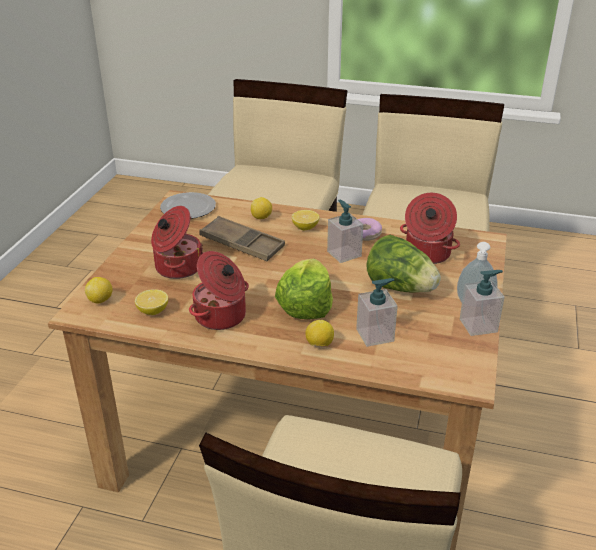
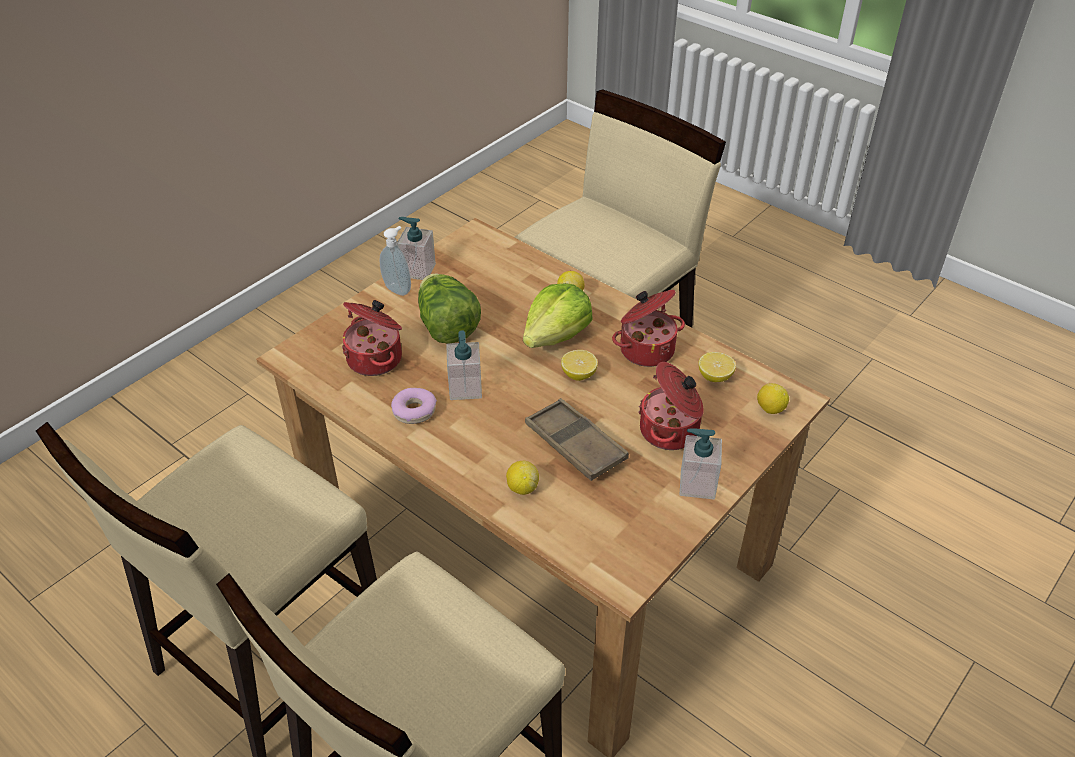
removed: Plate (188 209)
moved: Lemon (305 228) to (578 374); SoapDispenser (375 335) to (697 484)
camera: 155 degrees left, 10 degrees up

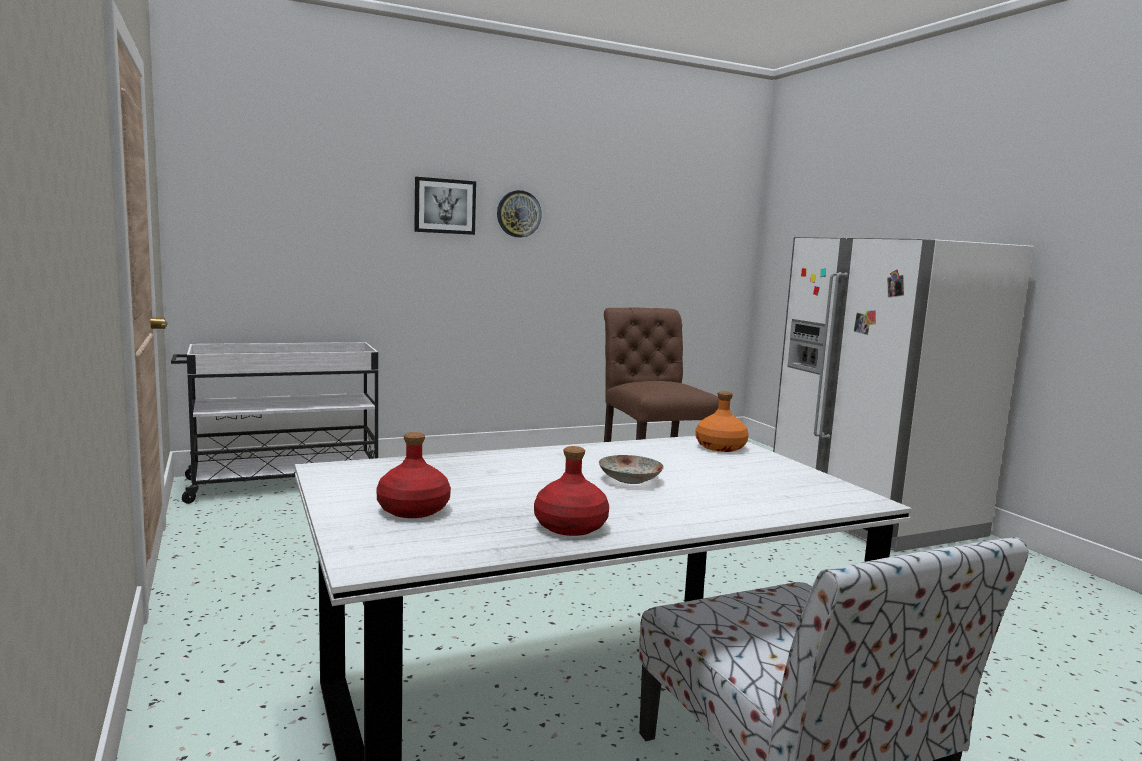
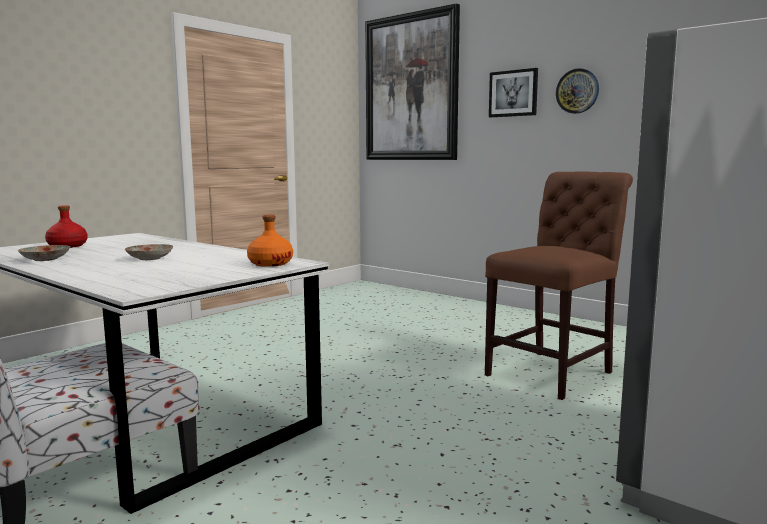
removed: WhiteCart (284 483)
added: Picture (411 88)
replaced: RedBottle (571 526) to Plate (45 259)
camera: 65 degrees right, 0 degrees up

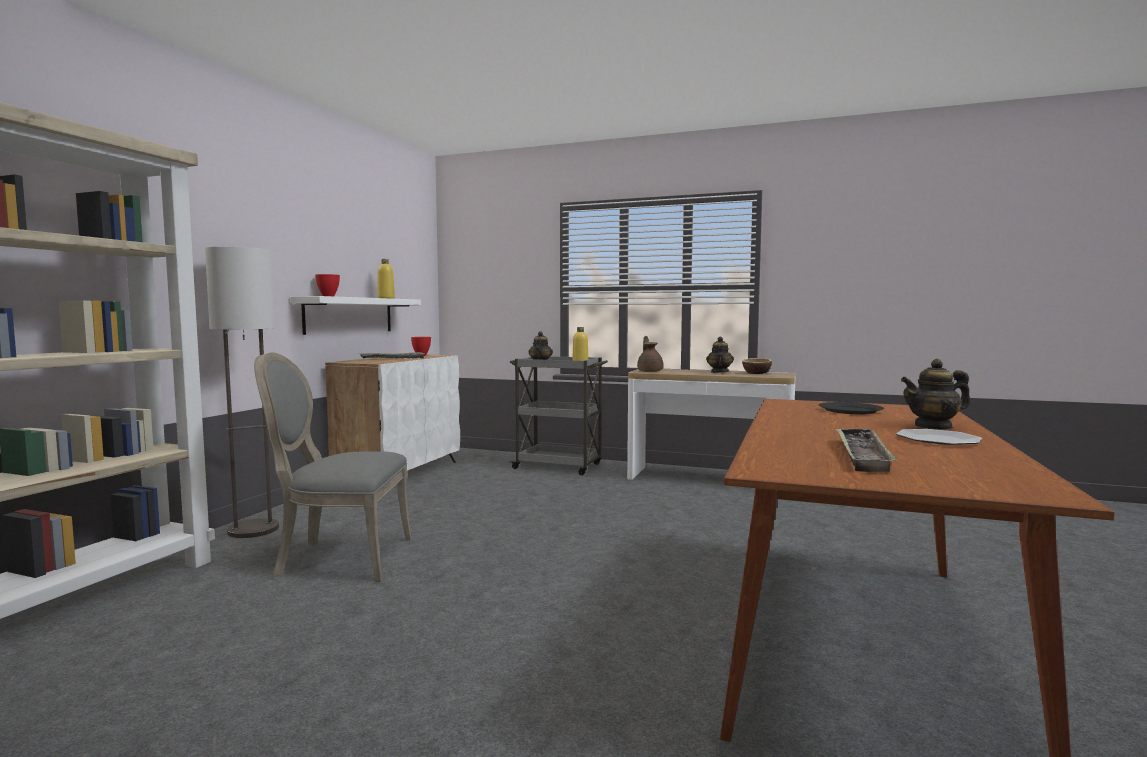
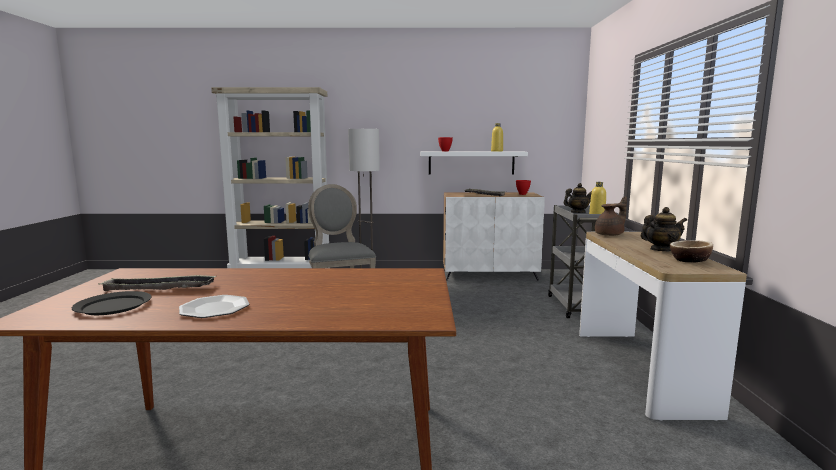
removed: Teapot (933 427)
moved: BlackPlate (849 410) to (114 306)
camera: 70 degrees right, 5 degrees up

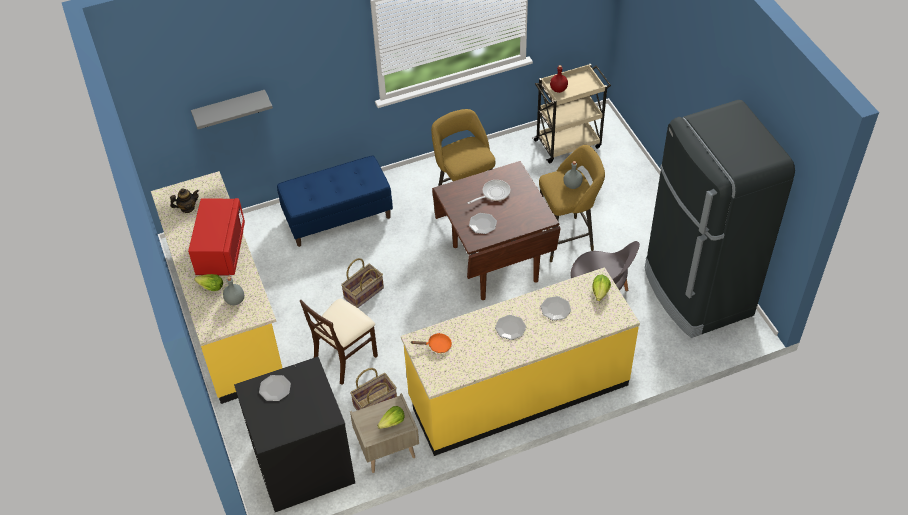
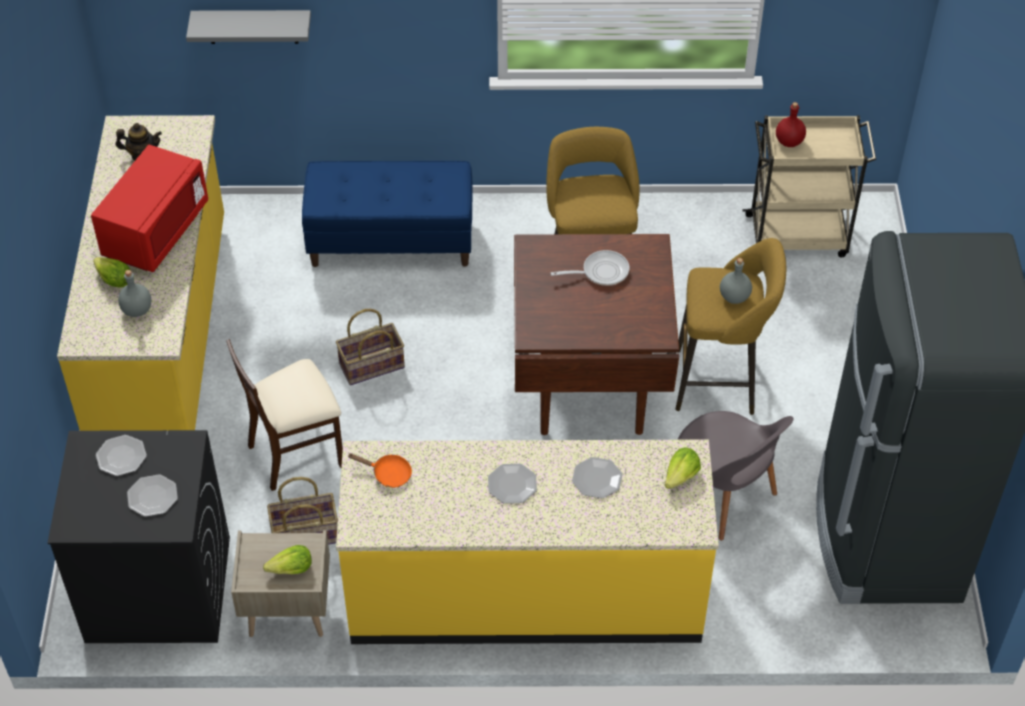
moved: Plate (482 224) to (152 496)
camera: 20 degrees right, 0 degrees up

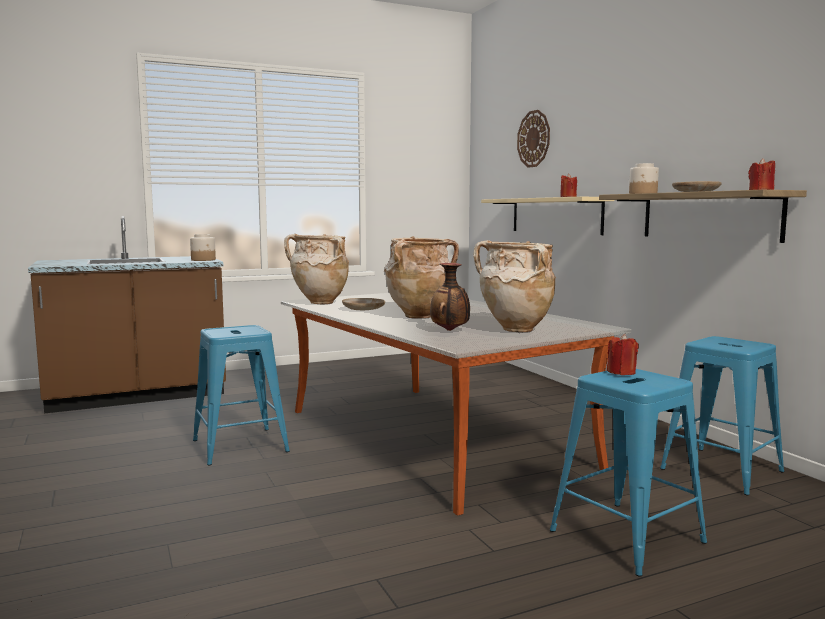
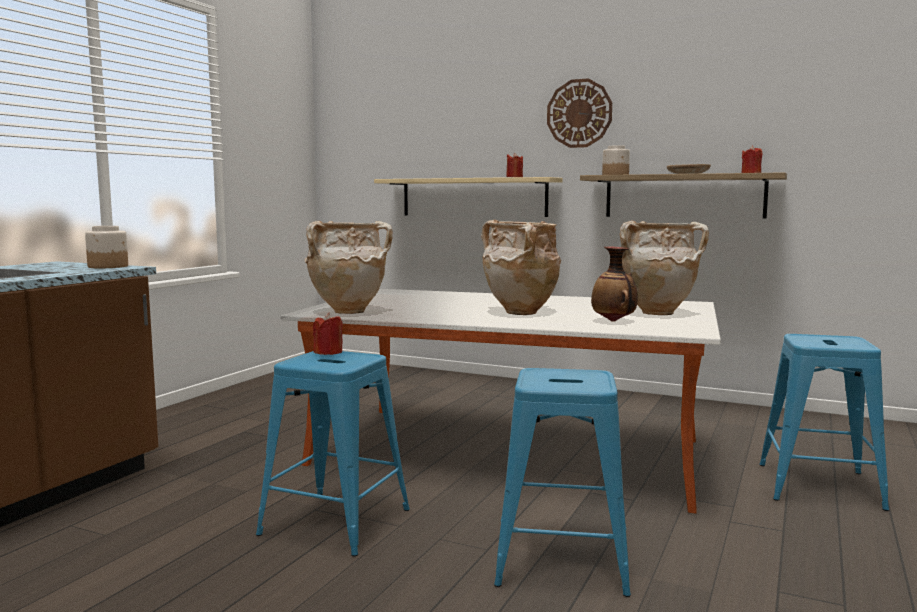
removed: BeigePlate (363 309)
moved: WallClock (534 139) to (579 113); RedCandle (621 372) to (328 352); BlueStool (722 470) to (562 559)
camera: 40 degrees left, 0 degrees up

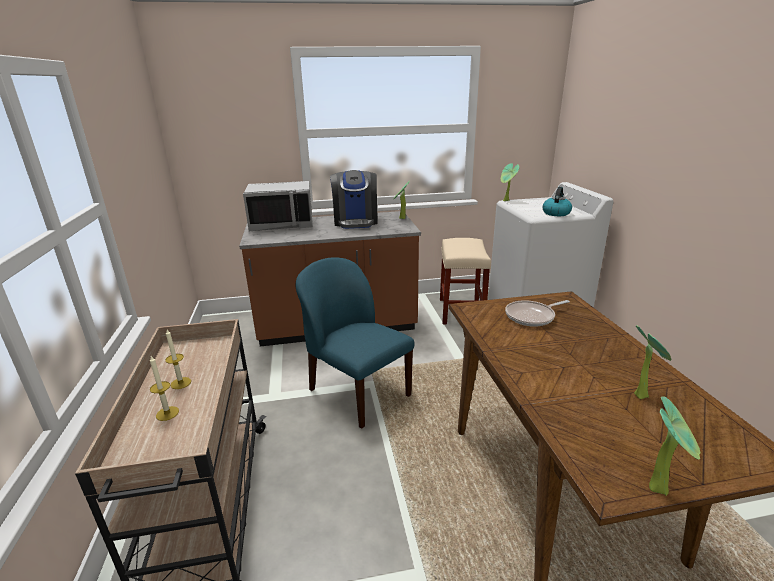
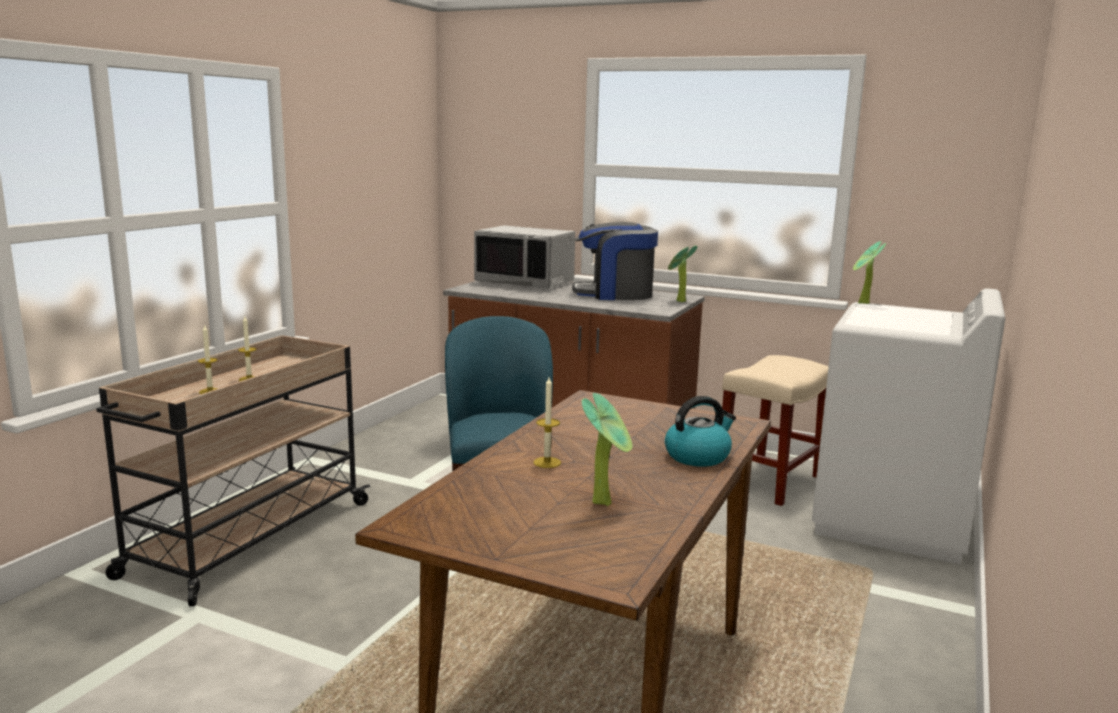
removed: FryingPan (532 316); PottedPlant (660 488)
added: Candle (547 462)
moved: Kettle (556 213) to (698 456)
turned: CoffeeMachine (355 221) = (614 294) 60 degrees clockwise
camera: 35 degrees right, 10 degrees down

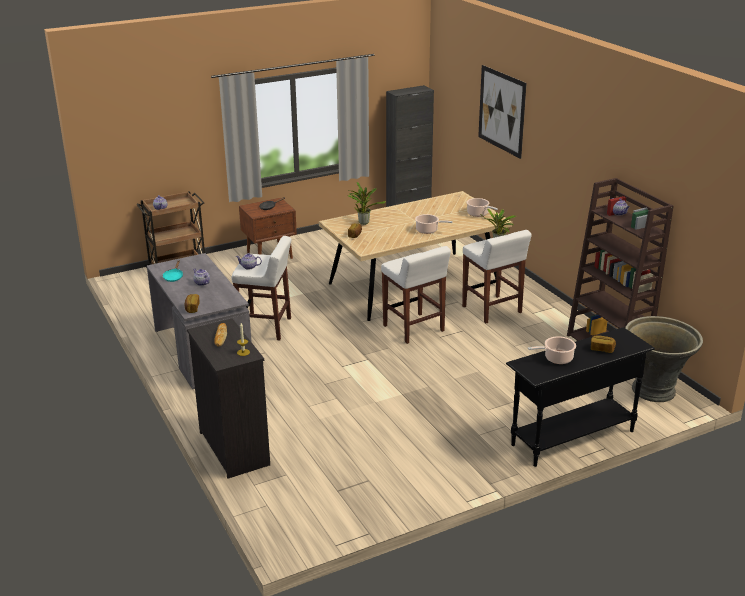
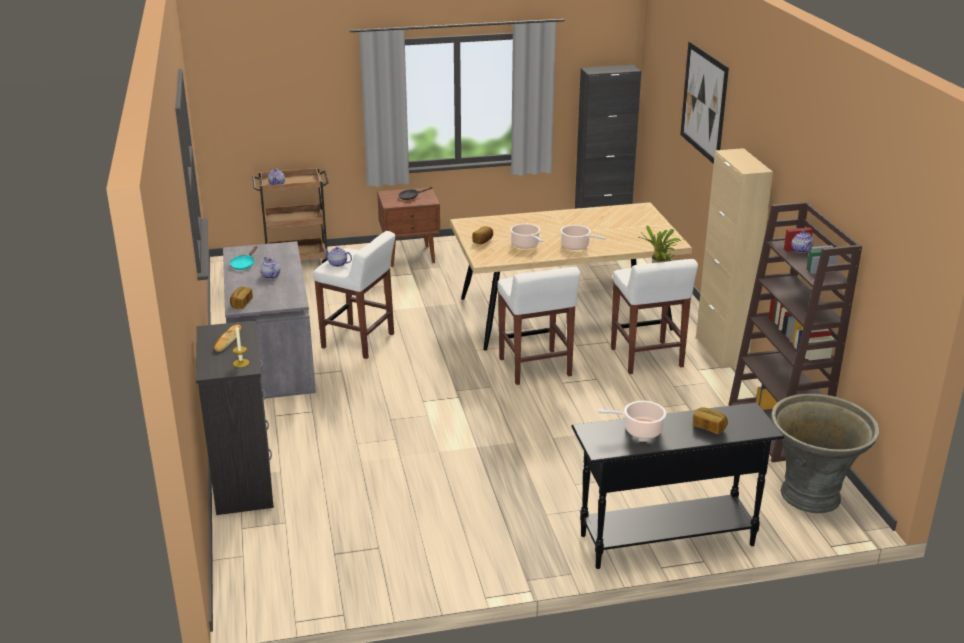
removed: PottedPlant (363 222)
added: BeigeCabinet (721 351)
moved: CookingPot (478 214) to (526 245)
camera: 15 degrees right, 0 degrees up

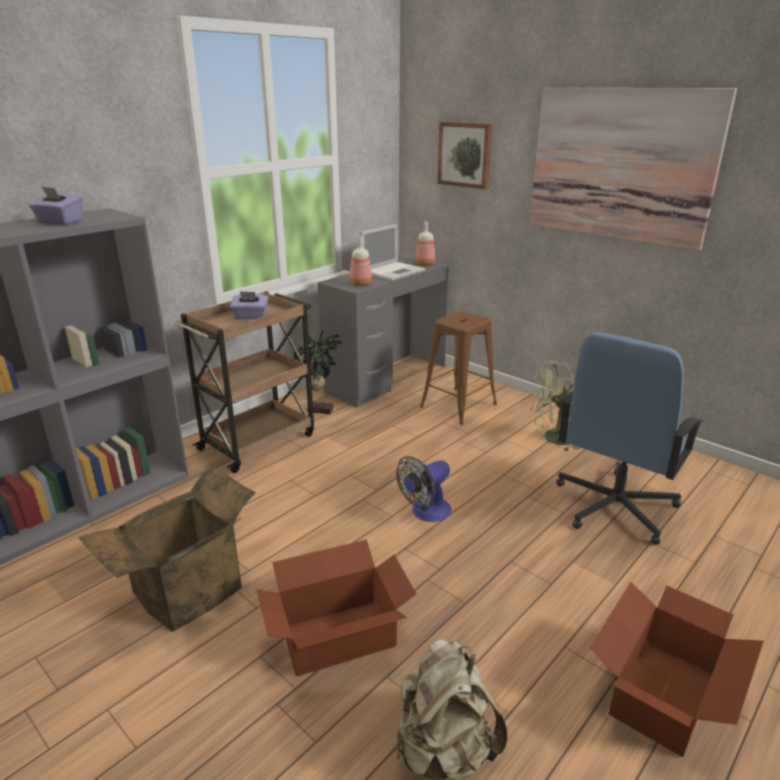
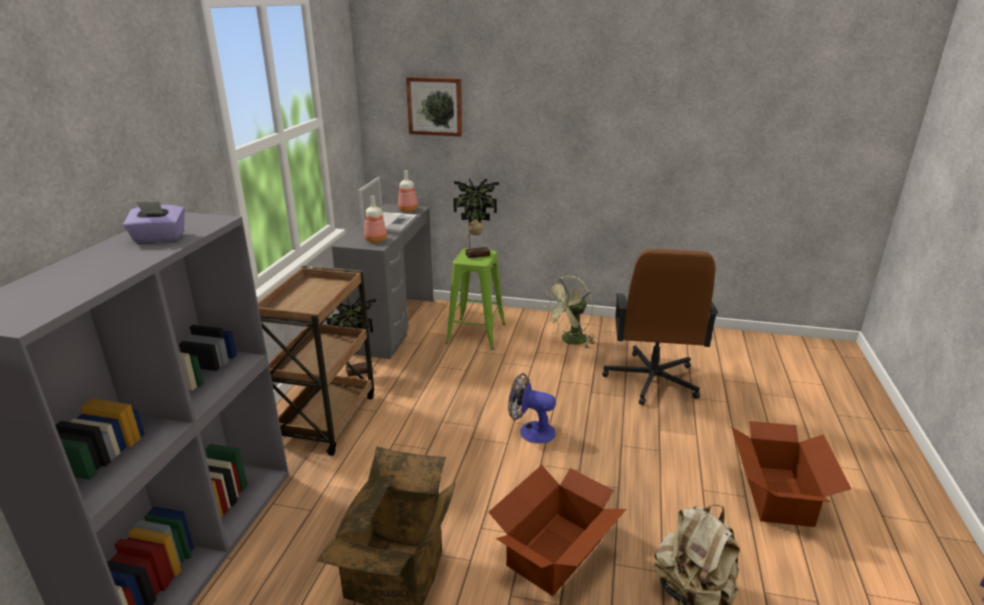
removed: PurpleTissueBox (250 316); Picture (620 165)
added: PottedPlant (476 254)
recoloured: BrownStool (459 405) to GreenStool (476 333); BlueOfficeChair (613 506) to BrownOfficeChair (651 380)
turned: Fan (425 512) = (530 431) 90 degrees clockwise
camera: 30 degrees left, 0 degrees up

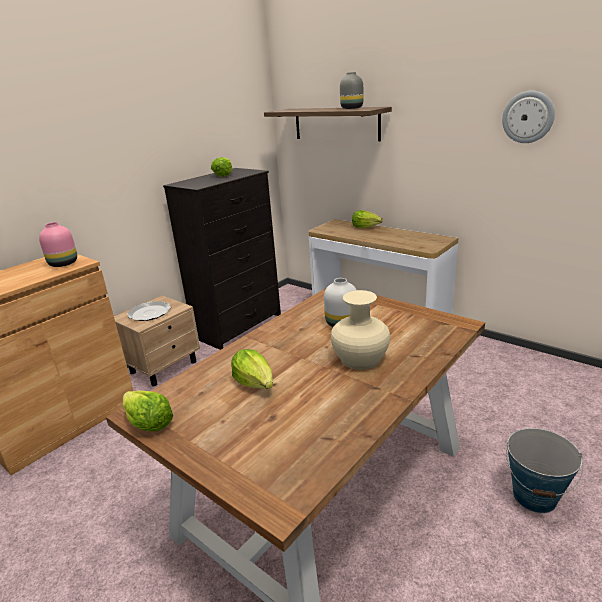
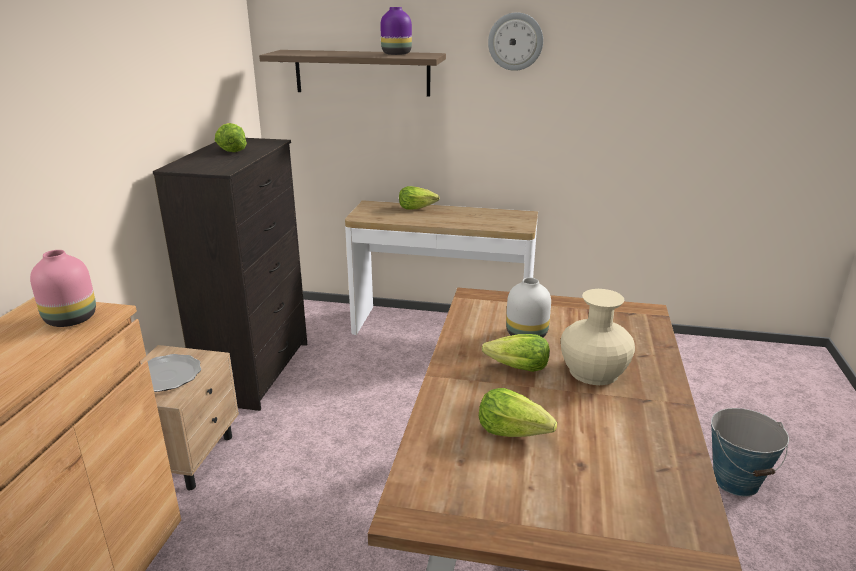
moved: Lettuce (148 423) to (517 368); WallClock (528 117) to (515 41)
recoloured: GreyVase (351 108) to PurpleVase (396 54)
camera: 30 degrees left, 0 degrees up

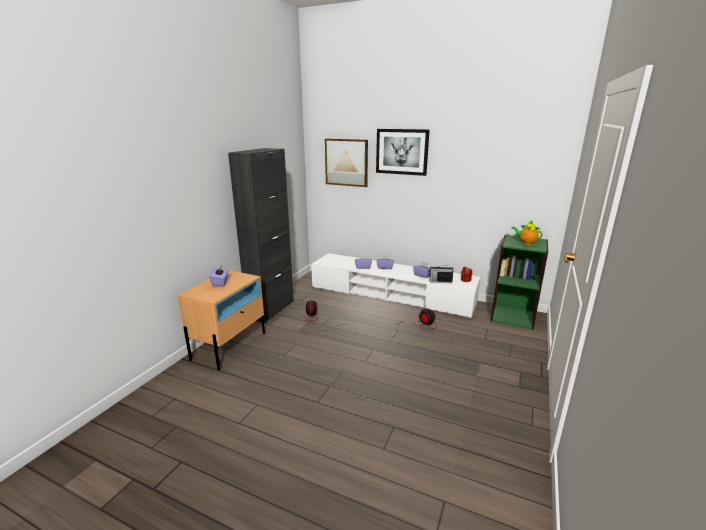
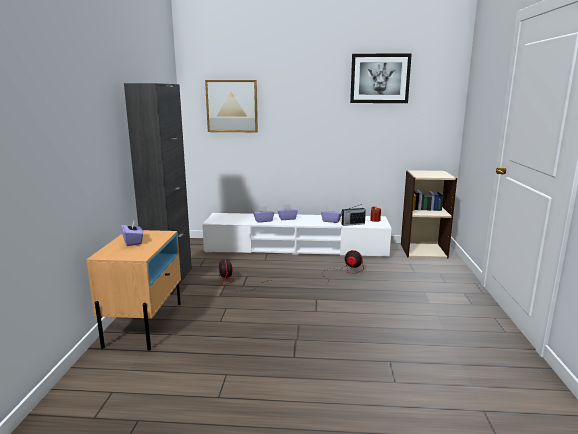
removed: Teapot (526 243)
moved: Picture (402 151) to (380 78)
recoloured: GreenBookcase (512 316) to BeigeBookcase (423 250)
camera: 20 degrees left, 5 degrees down

